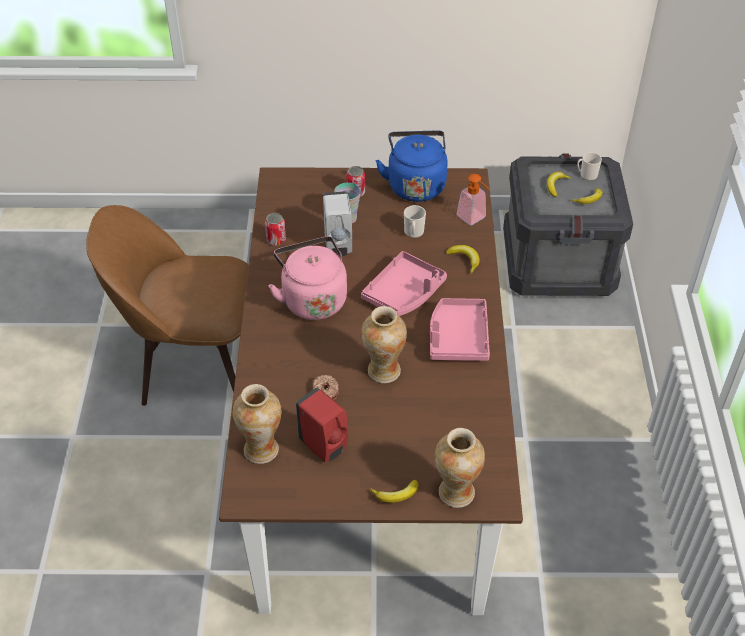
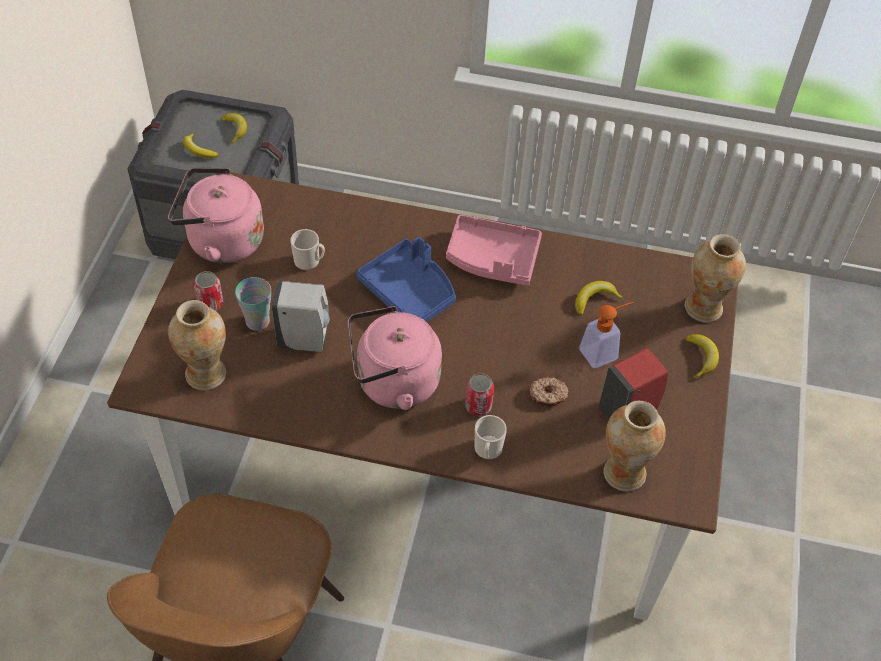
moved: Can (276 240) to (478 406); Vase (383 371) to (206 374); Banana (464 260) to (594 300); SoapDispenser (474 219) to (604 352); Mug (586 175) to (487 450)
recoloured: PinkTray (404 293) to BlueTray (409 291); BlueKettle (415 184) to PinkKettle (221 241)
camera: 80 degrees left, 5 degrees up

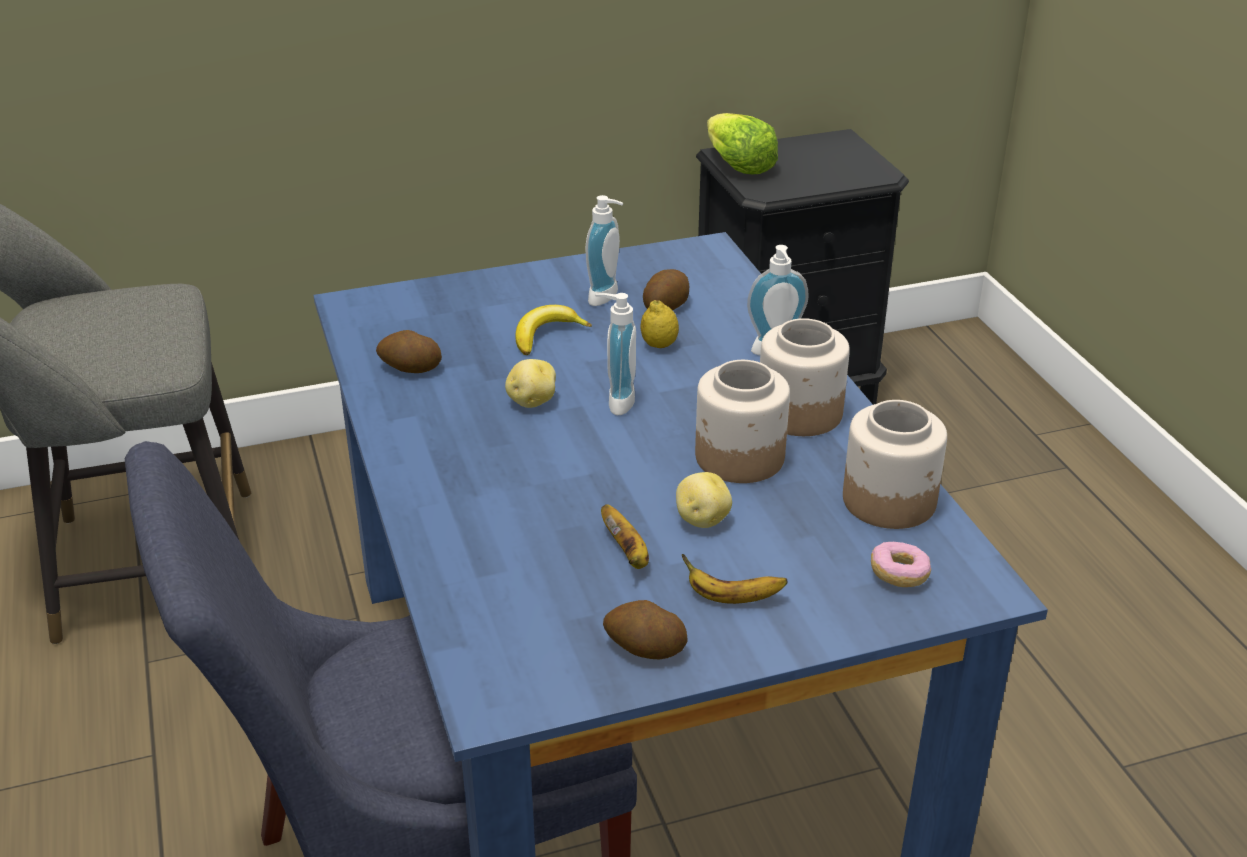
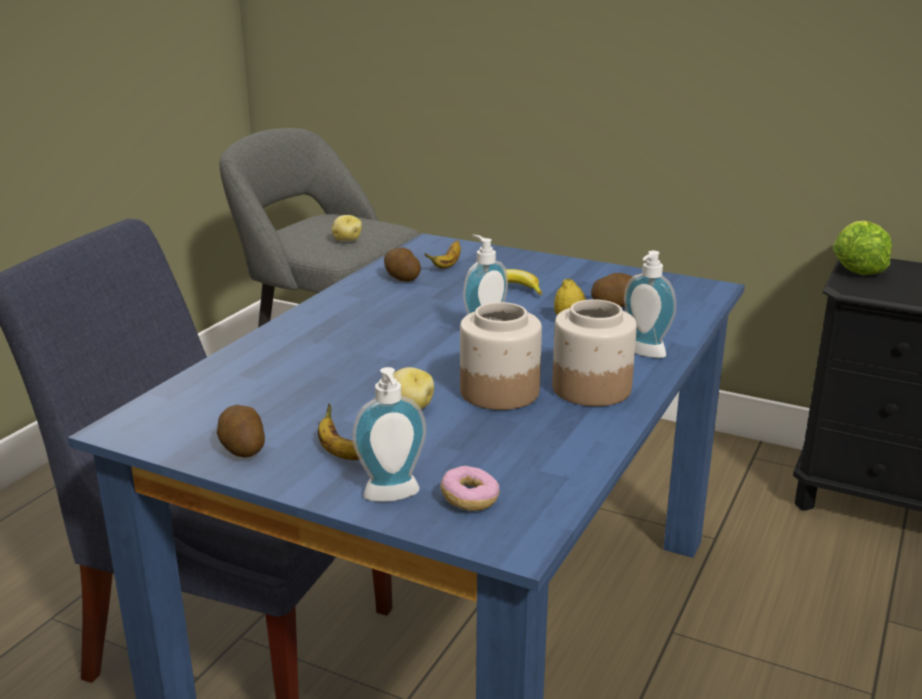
removed: Jar (890 501)
moved: Potato (531 401) to (346 240); SoapDispenser (607 298) to (393 497); Banana (627 553) to (447 265)
camera: 45 degrees right, 10 degrees down

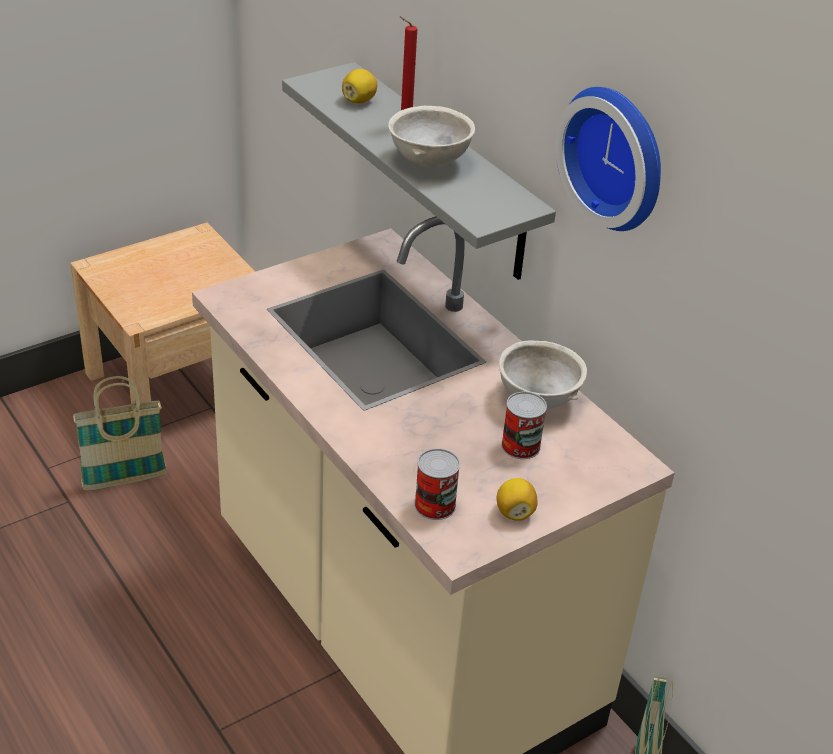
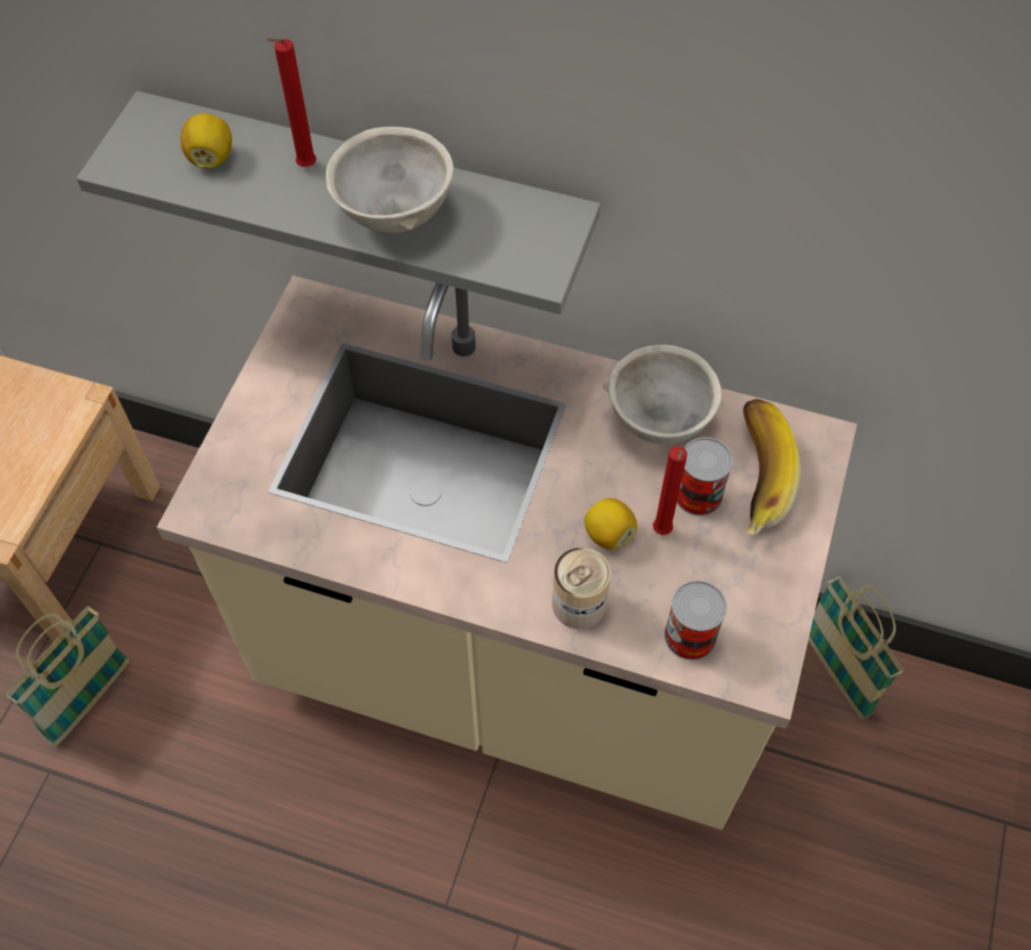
removed: WallClock (618 156)
added: Can (579 604); RedCandle (661 533); Banana (751 477)
moved: Lemon (514 512) to (608 534)
camera: 35 degrees left, 20 degrees up

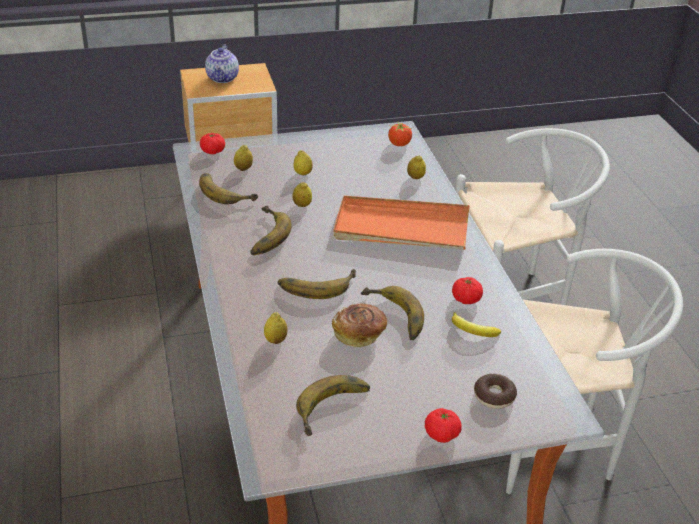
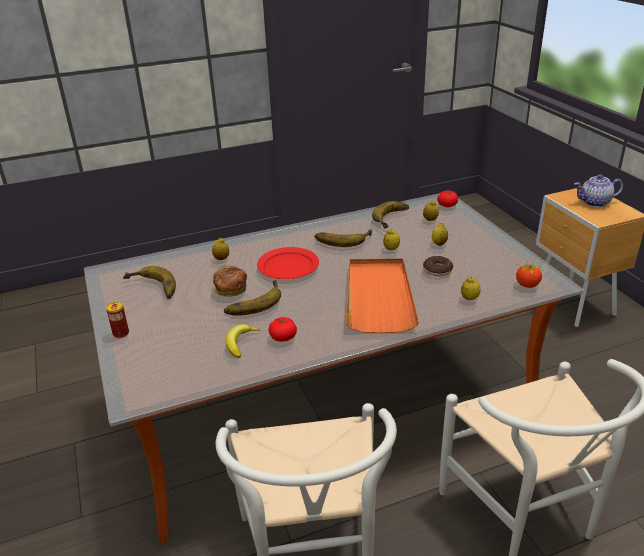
moved: Donut (494 396) to (437 270)
replaced: Banana (316 284) to RedPlate (287 266); Tomato (441 434) to Can (121 333)
camera: 85 degrees right, 5 degrees down

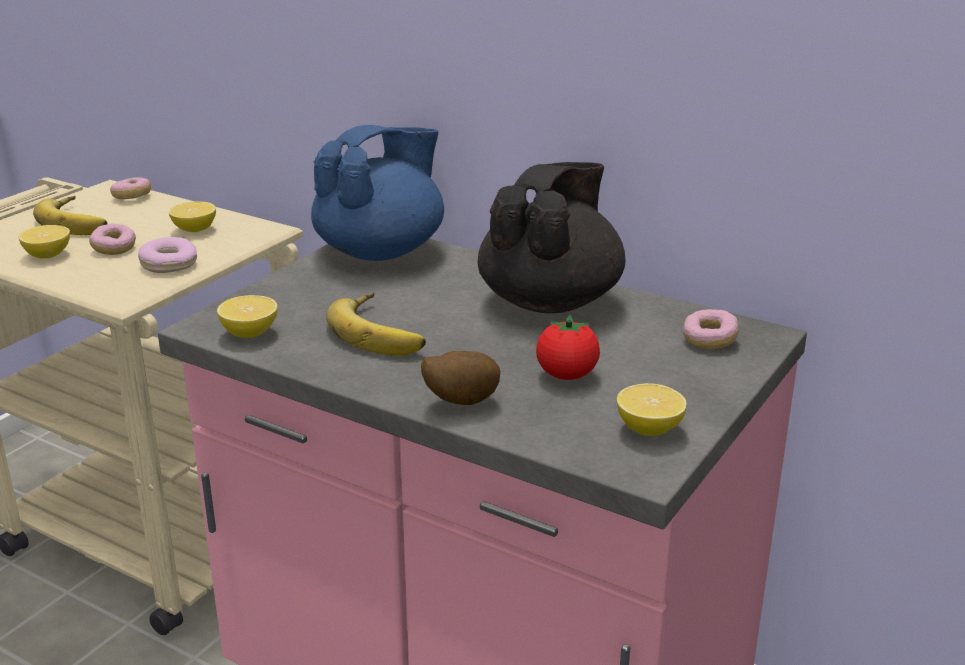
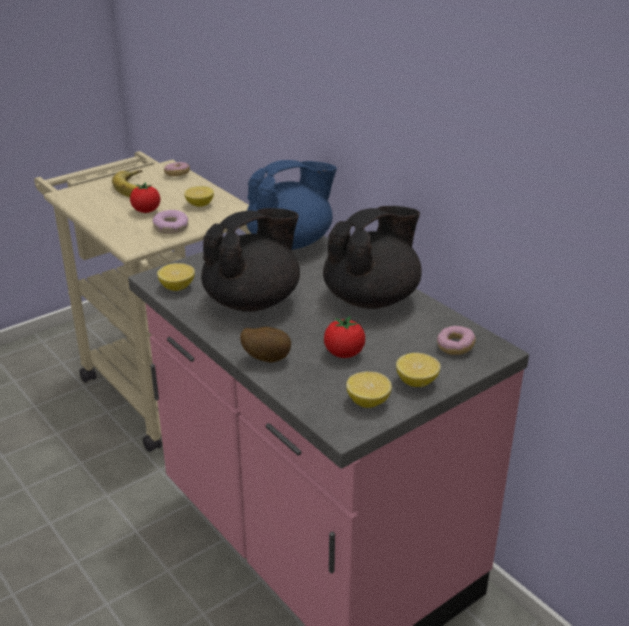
moved: Lemon (48 255) to (416 382)
replaced: Donut (114 248) to Tomato (146 211); Banana (382 332) to BlackTeapot (253 301)
camera: 20 degrees right, 5 degrees up

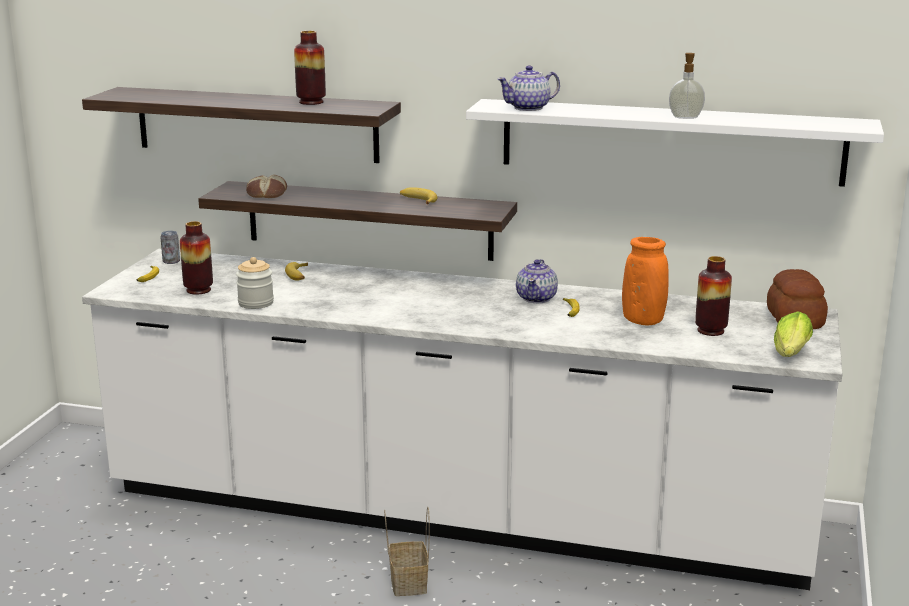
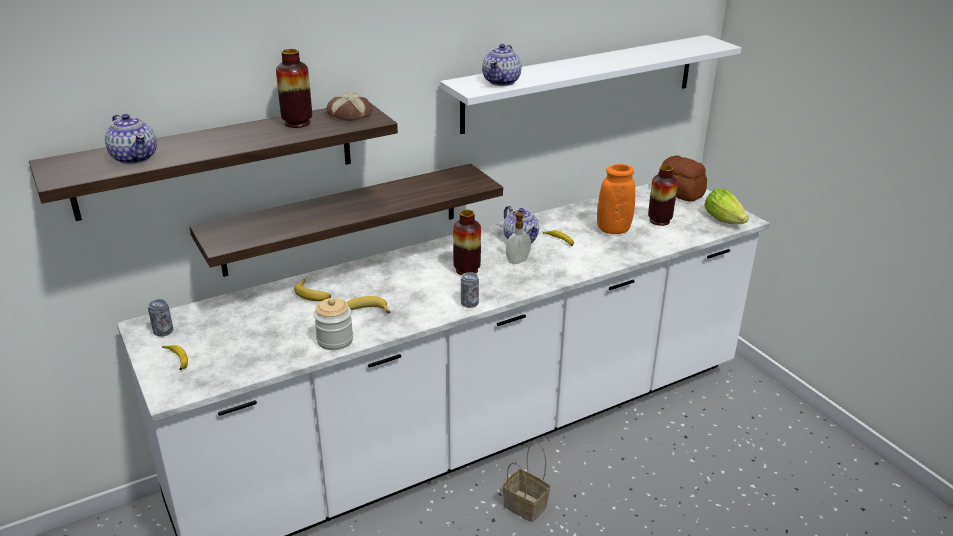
added: Teapot (134 157); Can (469 303)
moved: Vase (198 290) to (467 270); Bread (266 193) to (348 114); Banana (418 200) to (366 310); SoapDispenser (685 117) to (517 260)
camera: 45 degrees left, 10 degrees up

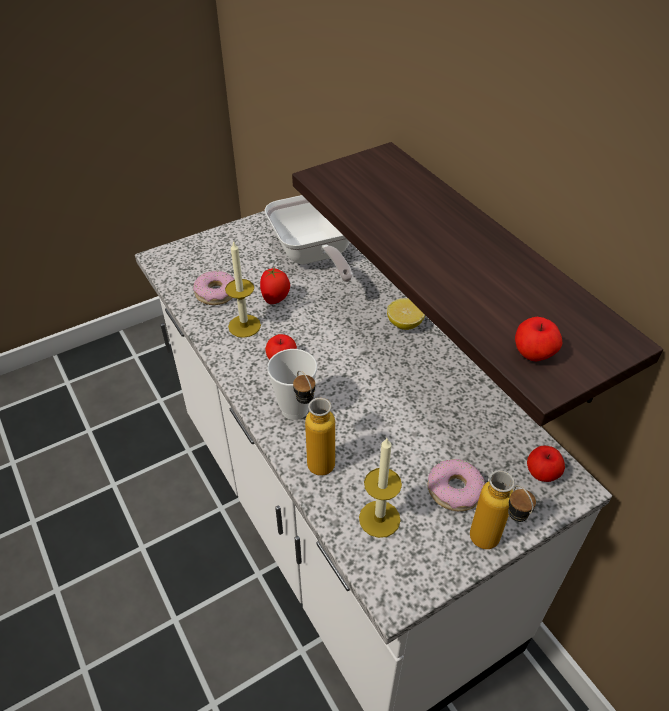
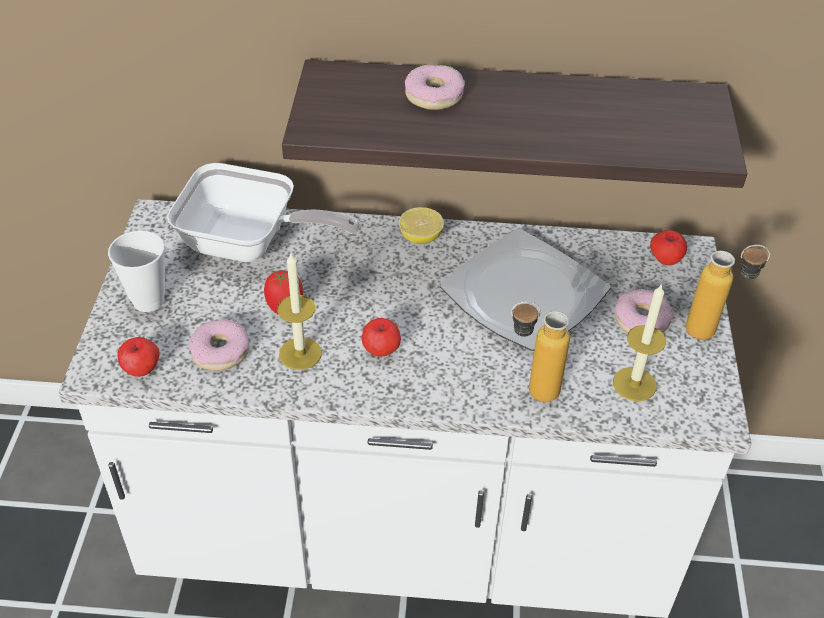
added: Donut (434 95); Plate (524 293)
moved: Cup (295 409) to (148 301); Apple (533 354) to (141 369)
camera: 55 degrees left, 0 degrees up

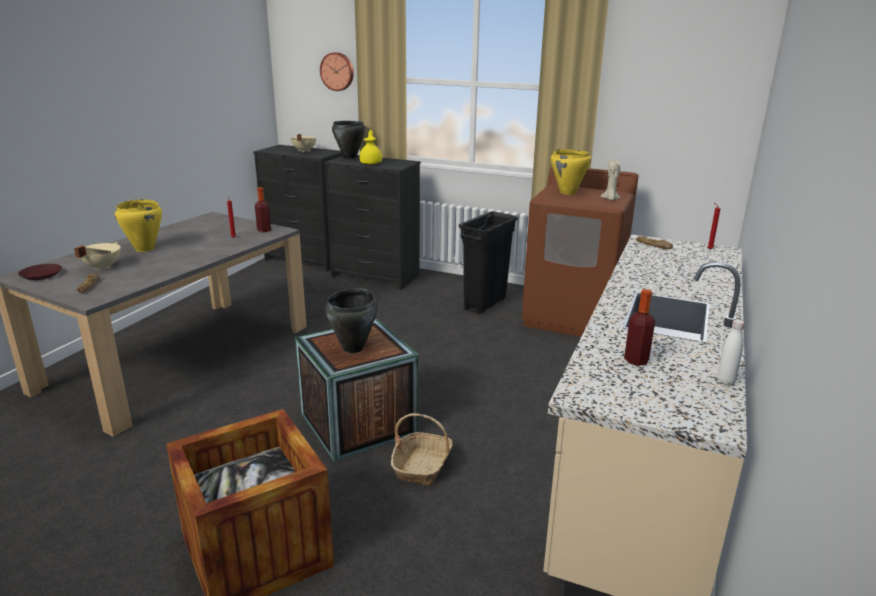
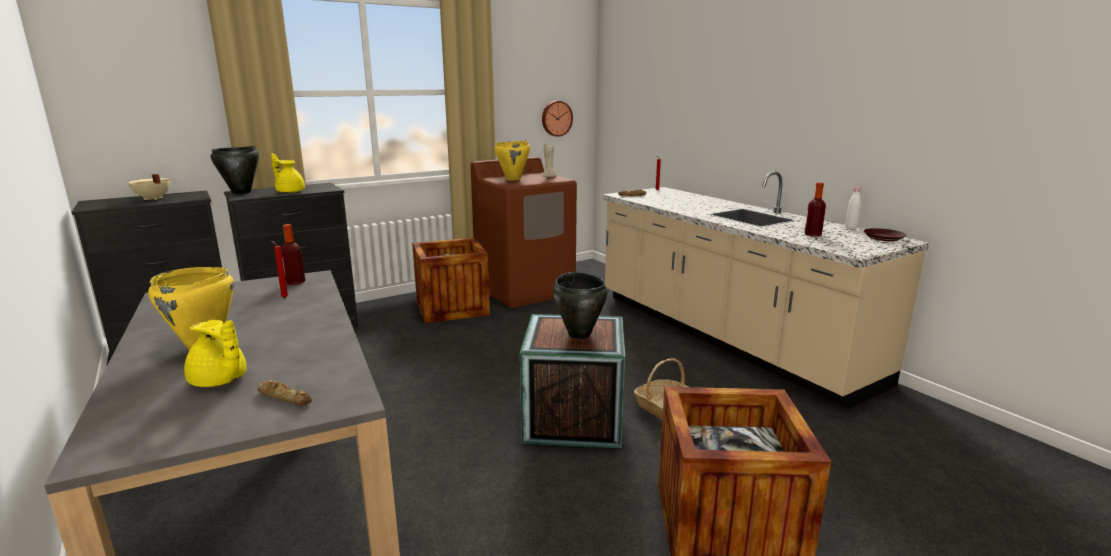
moved: BrownPlate (41 275) to (884 238); WallClock (337 71) to (556 118)
replaced: BeigeCookingPot (102 267) to YellowTeapot (219 381); BlackTrashCan (484 304) to Crate (452 307)
camera: 55 degrees left, 5 degrees down

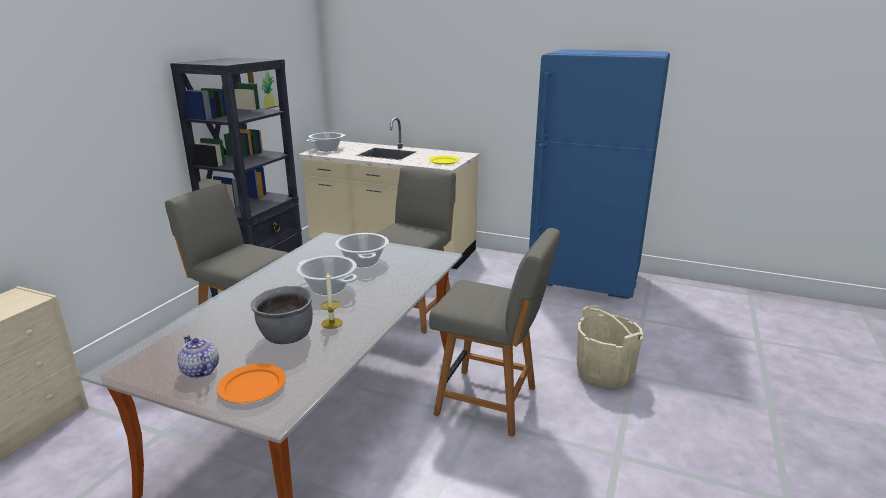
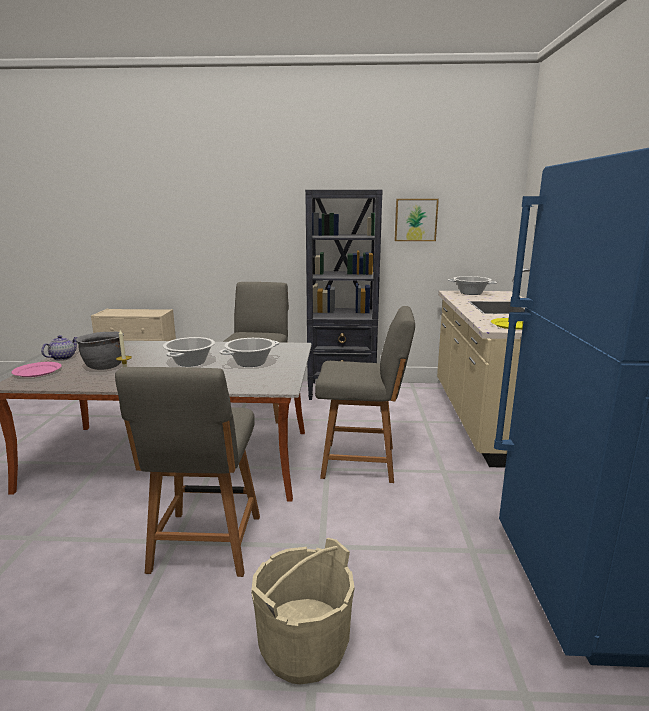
recoloured: OrangePlate (251 386) to PinkPlate (37 371)
camera: 70 degrees right, 5 degrees down

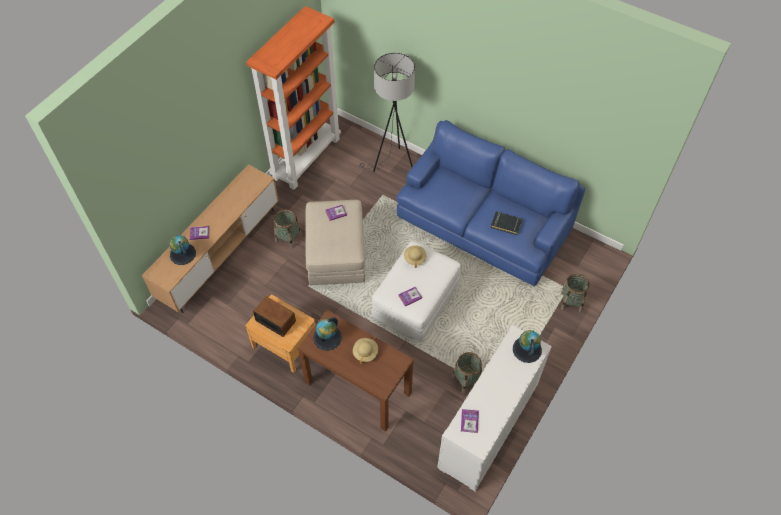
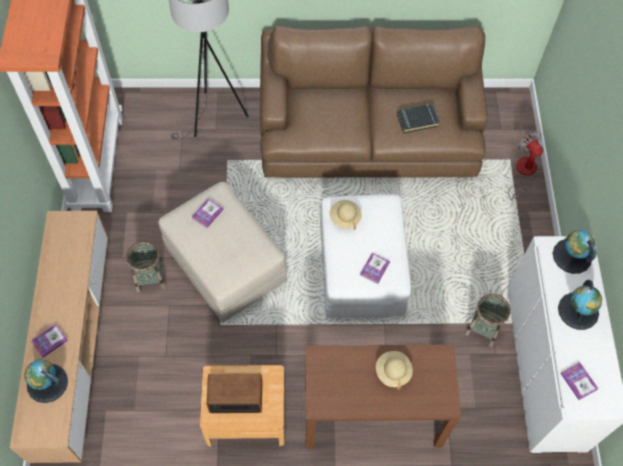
moved: Globe (327 337) to (578 311)
replaced: Basket (571 302) to Fan (523 173)
recoloured: BlueSofa (482 224) to BrownSofa (368 135)
camera: 35 degrees left, 5 degrees up

